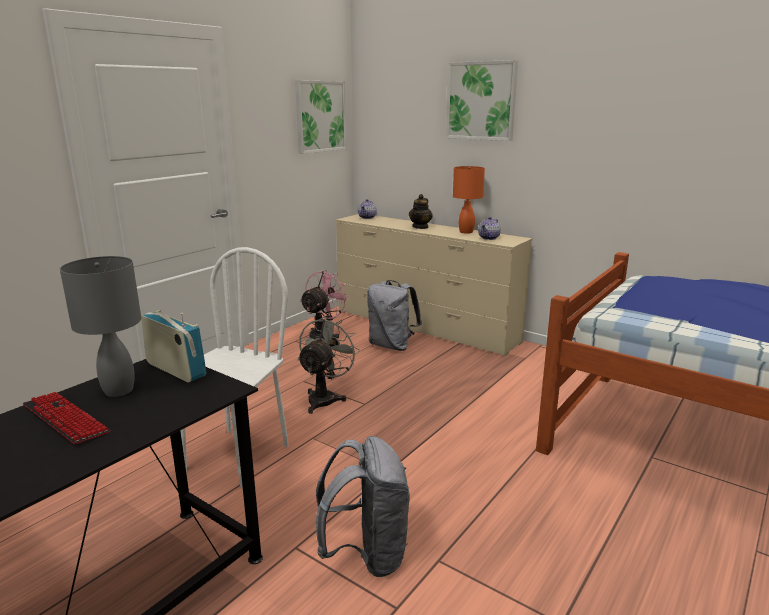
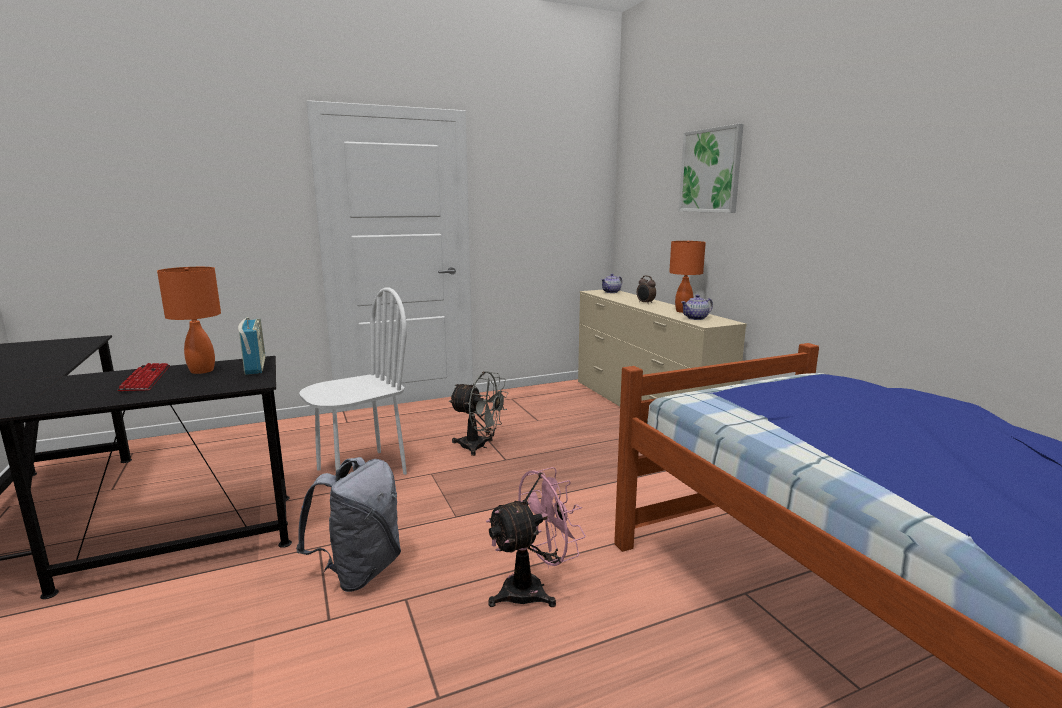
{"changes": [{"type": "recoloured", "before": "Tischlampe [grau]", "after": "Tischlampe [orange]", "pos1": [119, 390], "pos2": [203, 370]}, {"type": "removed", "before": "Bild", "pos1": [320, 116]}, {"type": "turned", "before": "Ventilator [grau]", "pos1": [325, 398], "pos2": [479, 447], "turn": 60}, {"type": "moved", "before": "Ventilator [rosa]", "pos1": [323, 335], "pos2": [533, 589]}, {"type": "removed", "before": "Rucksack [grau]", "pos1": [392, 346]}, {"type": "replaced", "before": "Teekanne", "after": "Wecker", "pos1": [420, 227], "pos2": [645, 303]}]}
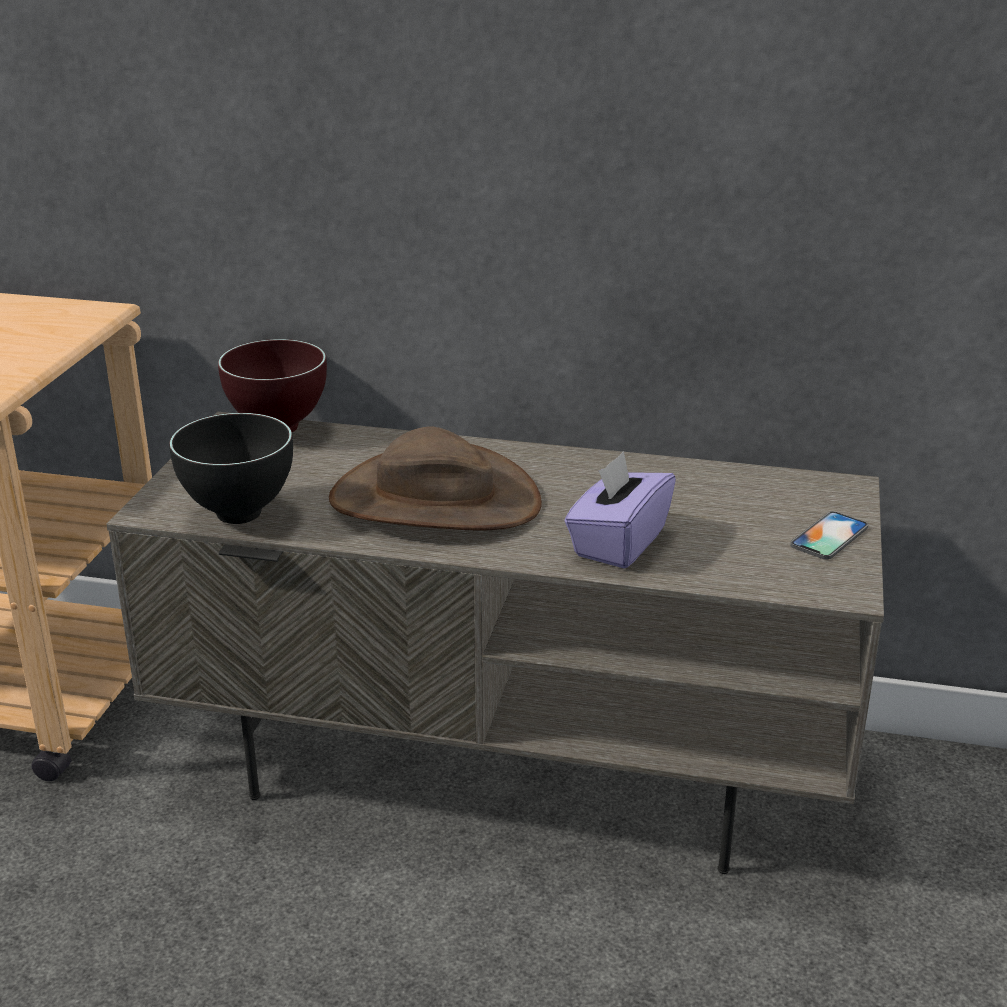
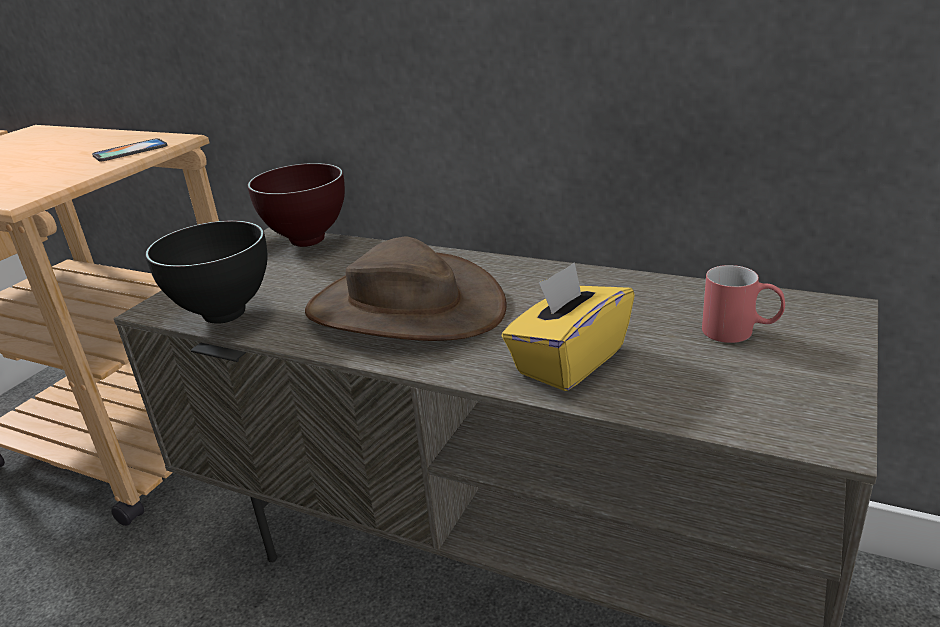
{"changes": [{"type": "recoloured", "before": "Taschentuchbox [lila]", "after": "Taschentuchbox [gelb]", "pos1": [618, 543], "pos2": [568, 361]}, {"type": "moved", "before": "Handy", "pos1": [829, 536], "pos2": [130, 151]}, {"type": "added", "after": "Henkelbecher [rot]", "pos2": [740, 332]}]}
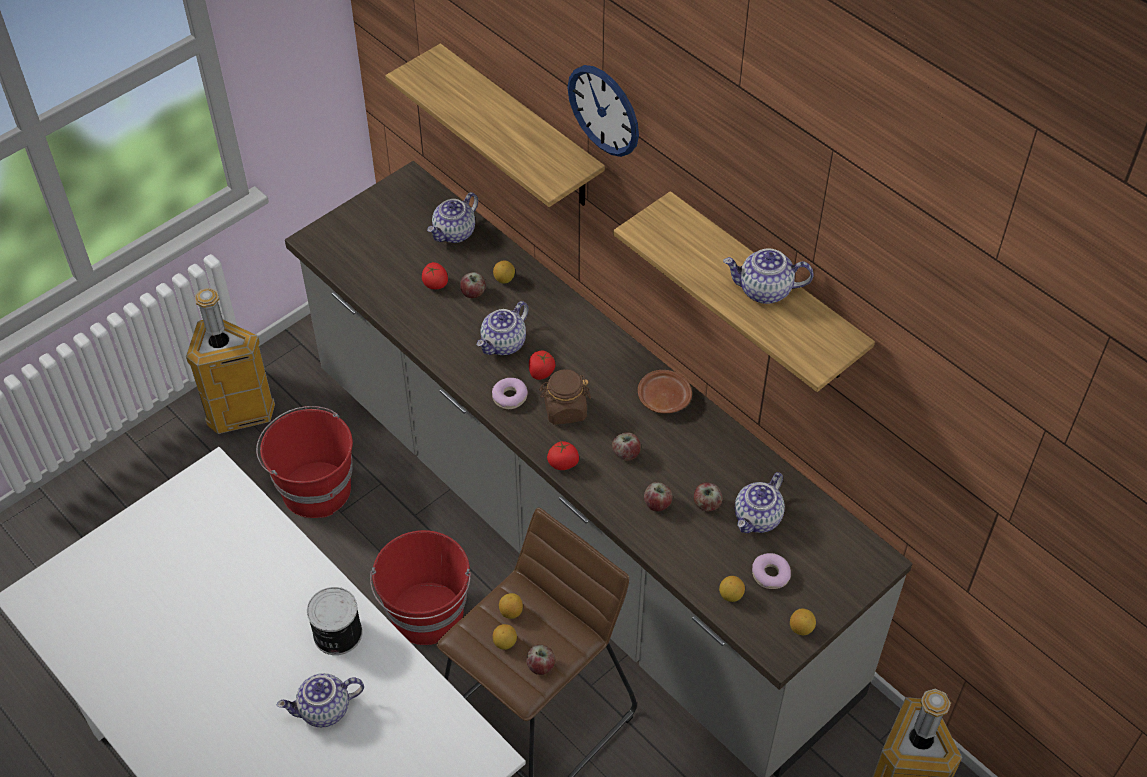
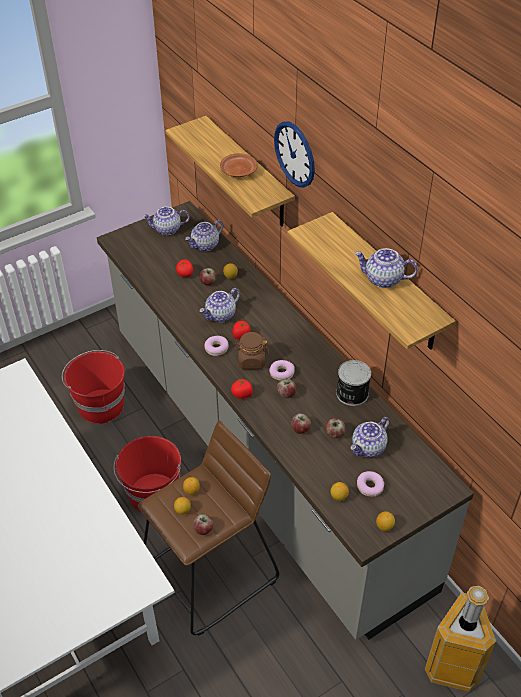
{"changes": [{"type": "removed", "before": "Mülleimer", "pos1": [241, 412]}, {"type": "moved", "before": "Teekanne", "pos1": [324, 710], "pos2": [167, 230]}, {"type": "moved", "before": "Dose", "pos1": [336, 634], "pos2": [351, 394]}, {"type": "moved", "before": "Teller [braun]", "pos1": [663, 398], "pos2": [238, 171]}, {"type": "added", "after": "Donut", "pos2": [281, 373]}]}
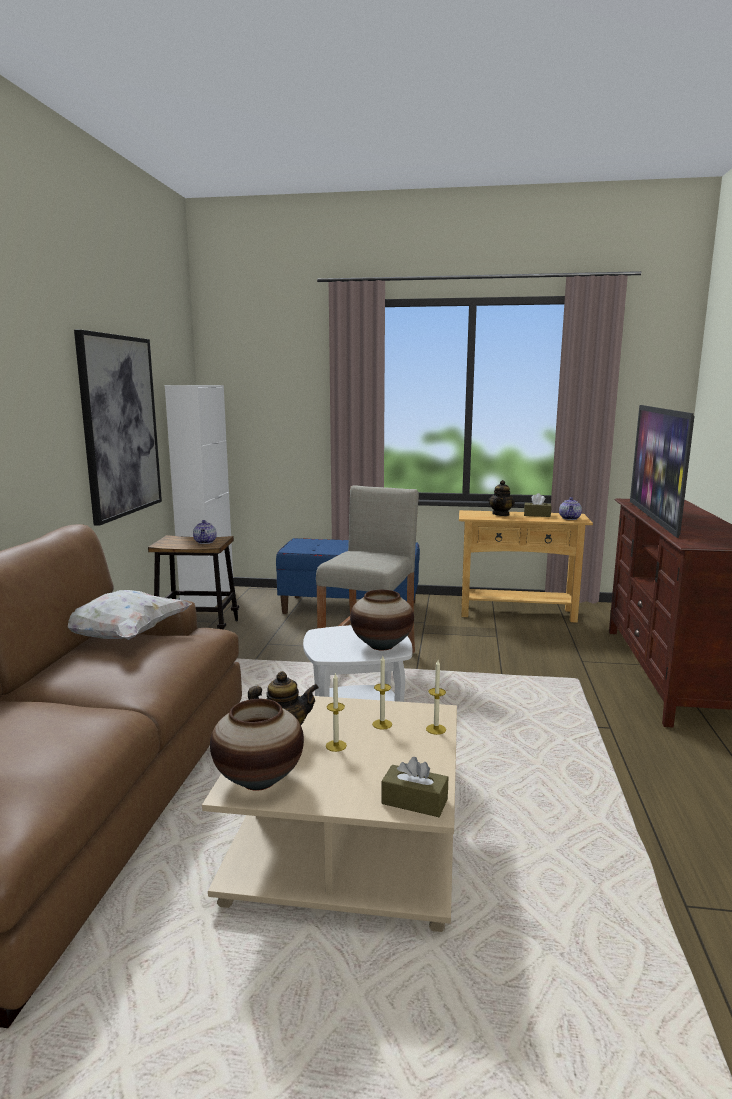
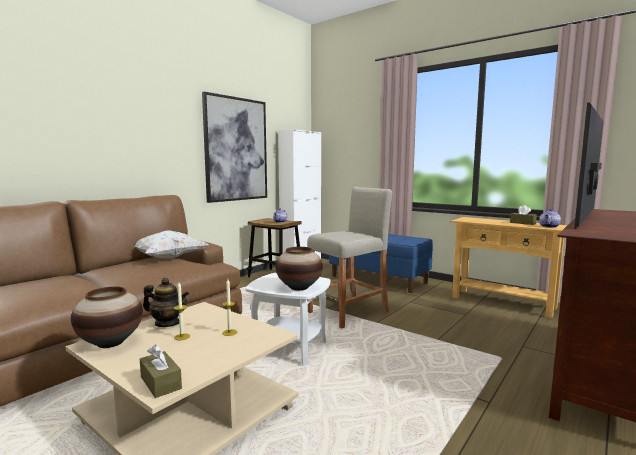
{"changes": [{"type": "removed", "before": "Kerze", "pos1": [436, 729]}, {"type": "removed", "before": "Teekanne", "pos1": [501, 514]}]}
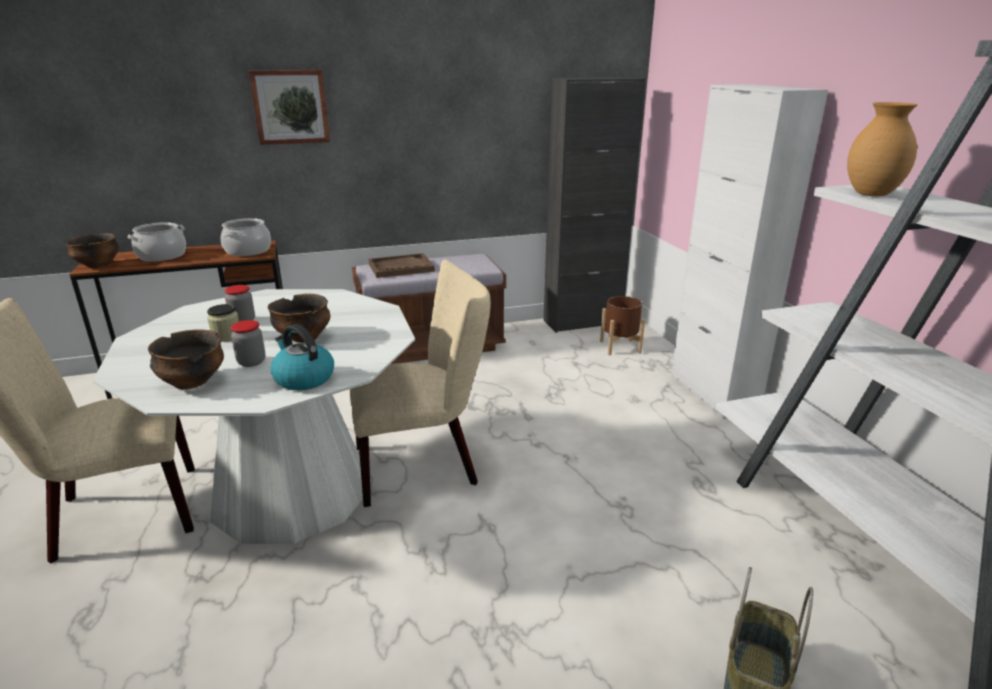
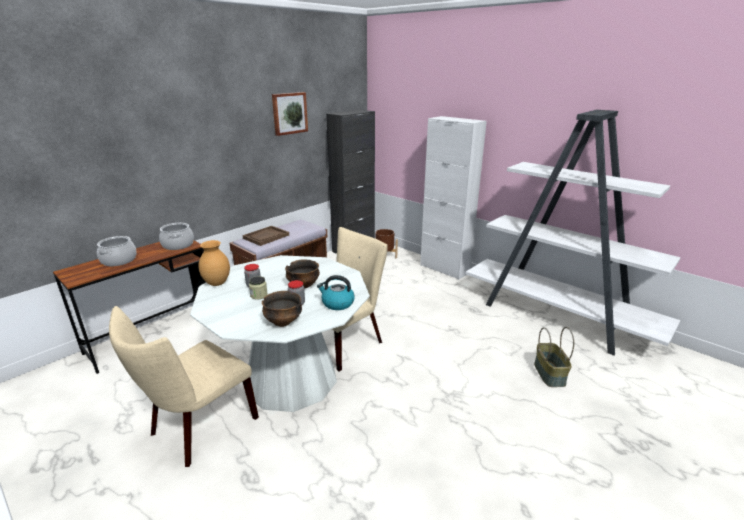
{"changes": [{"type": "removed", "before": "Schüssel", "pos1": [98, 265]}, {"type": "moved", "before": "Bild", "pos1": [290, 107], "pos2": [289, 113]}, {"type": "moved", "before": "Vase [braun]", "pos1": [871, 194], "pos2": [217, 283]}]}
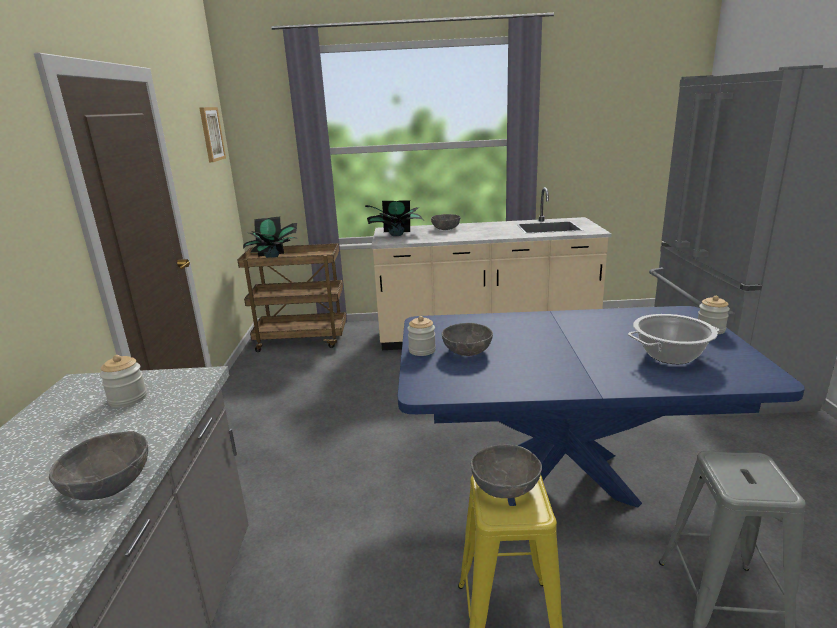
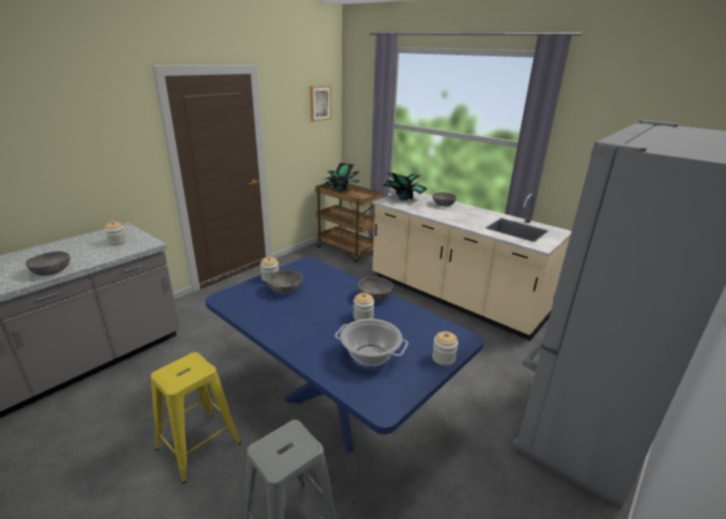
{"changes": [{"type": "moved", "before": "Schüssel [grau]", "pos1": [505, 487], "pos2": [375, 297]}, {"type": "added", "after": "Vorratsglas", "pos2": [363, 317]}]}
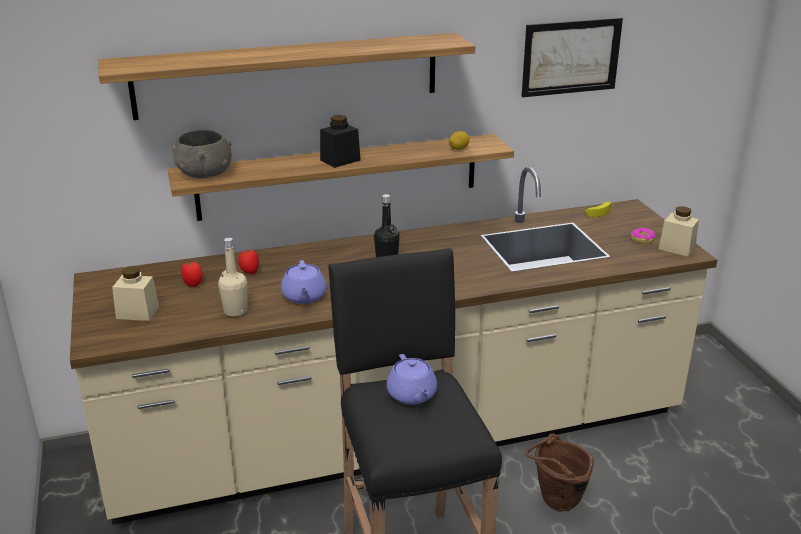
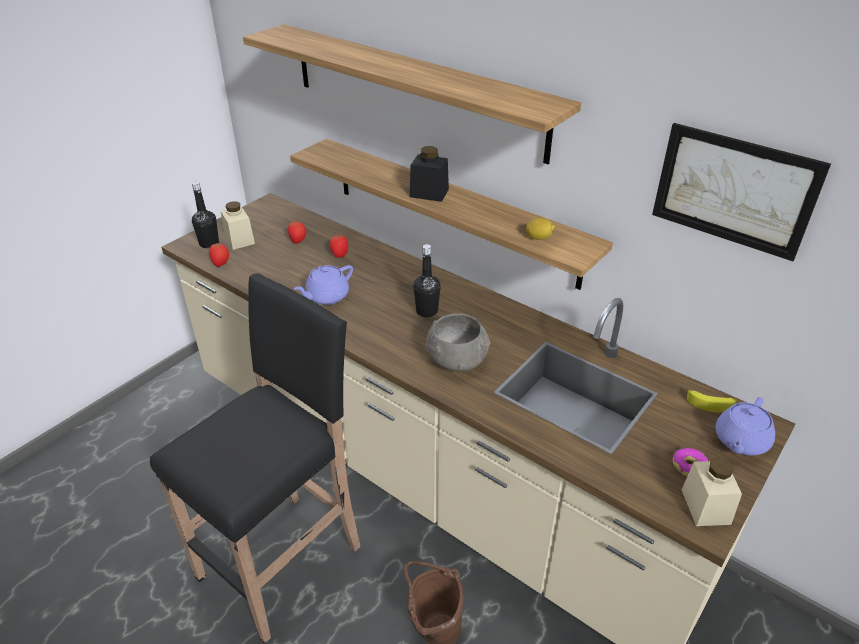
{"changes": [{"type": "moved", "before": "Schüssel [grau]", "pos1": [204, 173], "pos2": [457, 359]}, {"type": "removed", "before": "Flasche [beige]", "pos1": [235, 311]}, {"type": "moved", "before": "Teekanne [lila]", "pos1": [412, 395], "pos2": [740, 441]}, {"type": "added", "after": "Flasche [schwarz]", "pos2": [209, 243]}, {"type": "added", "after": "Tomate", "pos2": [221, 264]}]}
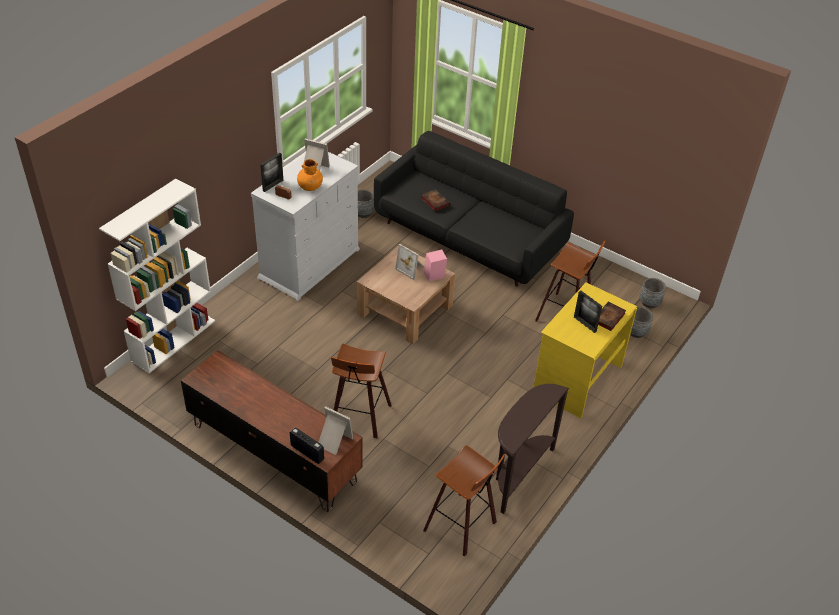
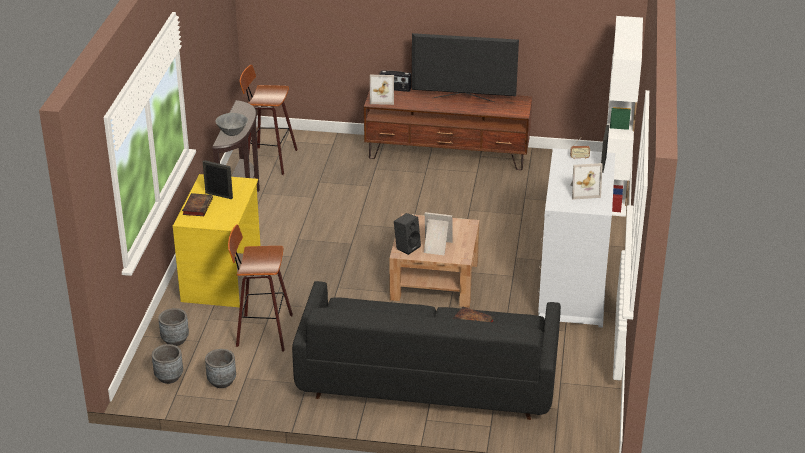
{"changes": [{"type": "removed", "before": "Vase [orange]", "pos1": [310, 187]}, {"type": "removed", "before": "Hocker", "pos1": [359, 418]}, {"type": "moved", "before": "Pflanzkübel [grau]", "pos1": [363, 213], "pos2": [222, 381]}, {"type": "recoloured", "before": "Lautsprecher [rosa]", "after": "Lautsprecher [schwarz]", "pos1": [434, 277], "pos2": [407, 247]}, {"type": "added", "after": "Schüssel [grau]", "pos2": [232, 133]}, {"type": "added", "after": "Fernseher", "pos2": [463, 99]}]}
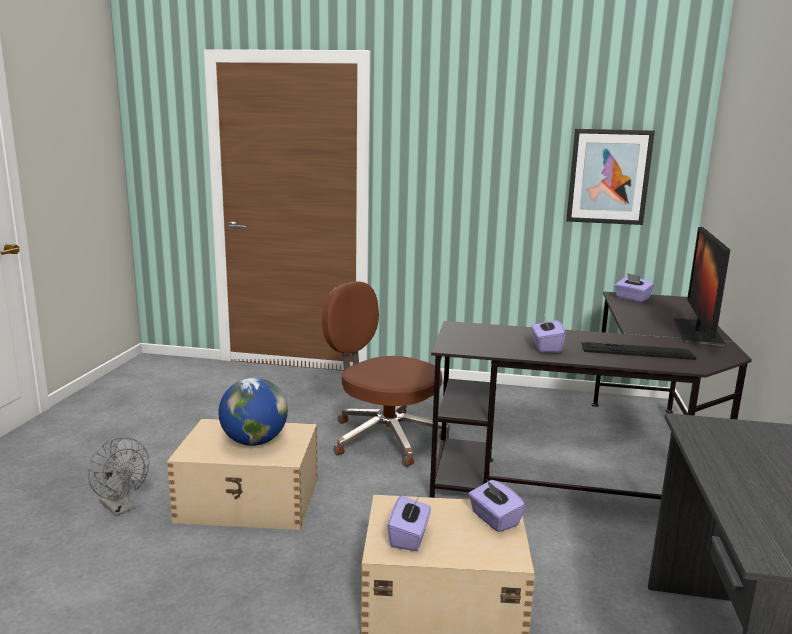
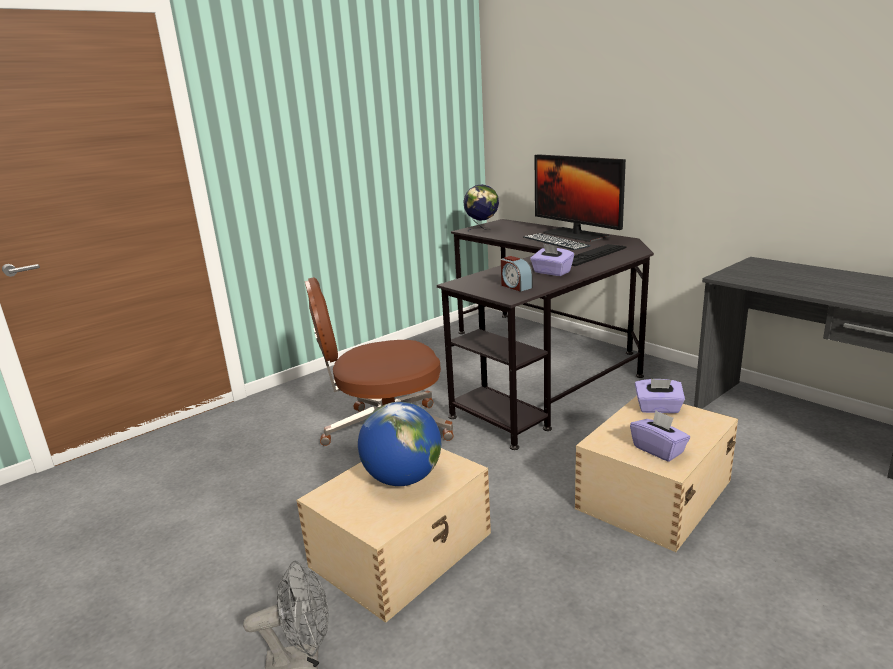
{"changes": [{"type": "removed", "before": "Bild", "pos1": [608, 177]}, {"type": "replaced", "before": "Taschentuchbox [lila]", "after": "Globus", "pos1": [632, 299], "pos2": [482, 229]}, {"type": "added", "after": "Wecker", "pos2": [516, 286]}, {"type": "added", "after": "Tastatur", "pos2": [555, 241]}]}
